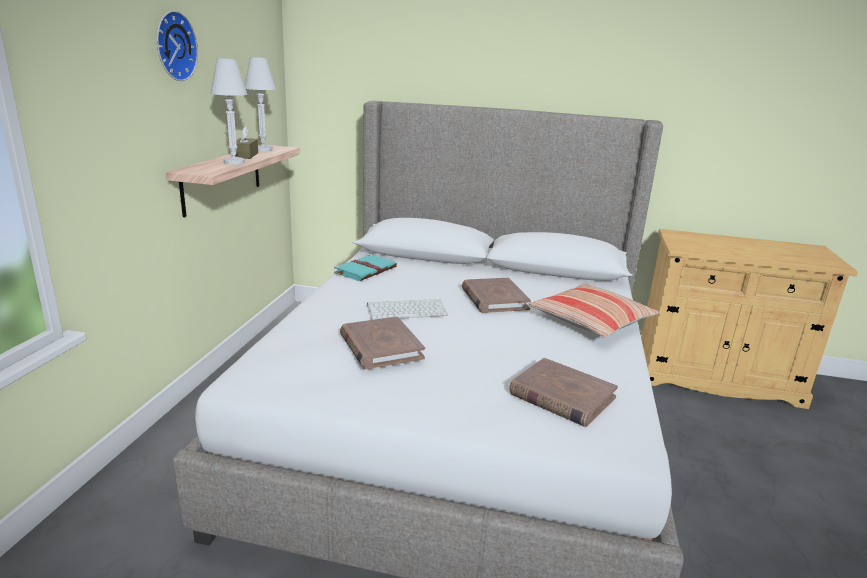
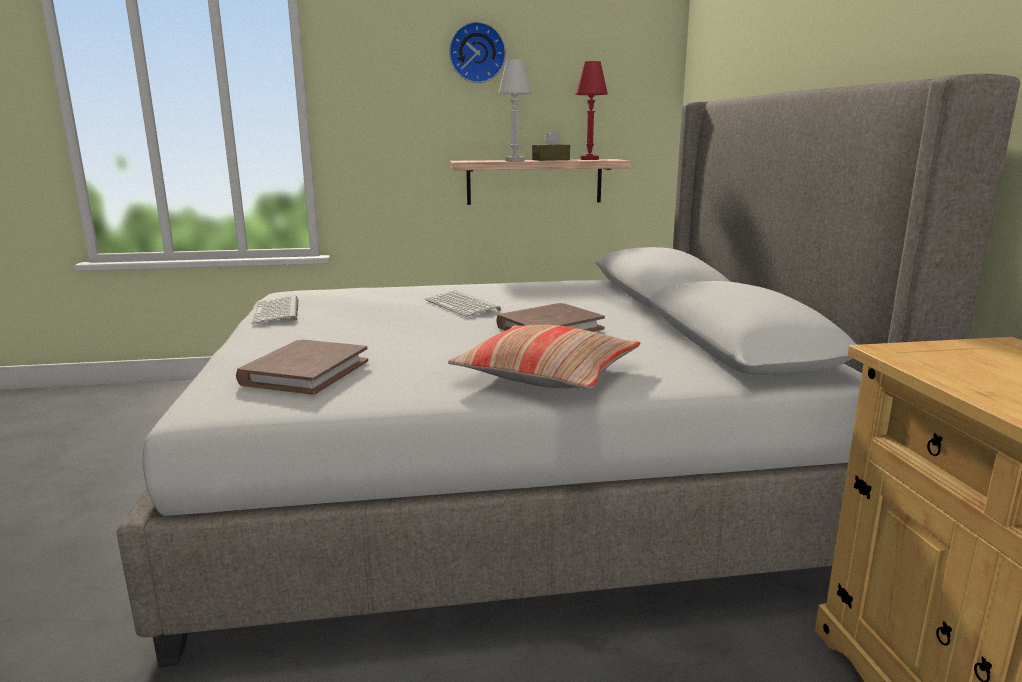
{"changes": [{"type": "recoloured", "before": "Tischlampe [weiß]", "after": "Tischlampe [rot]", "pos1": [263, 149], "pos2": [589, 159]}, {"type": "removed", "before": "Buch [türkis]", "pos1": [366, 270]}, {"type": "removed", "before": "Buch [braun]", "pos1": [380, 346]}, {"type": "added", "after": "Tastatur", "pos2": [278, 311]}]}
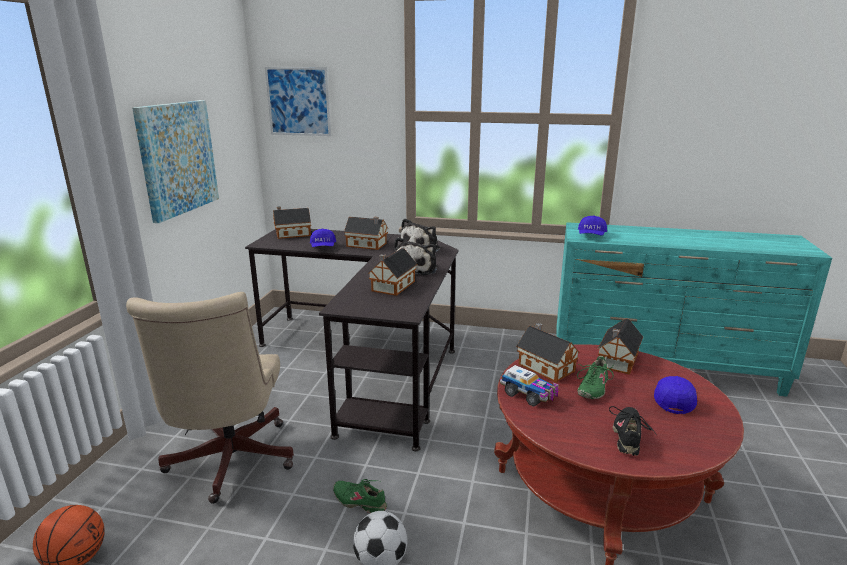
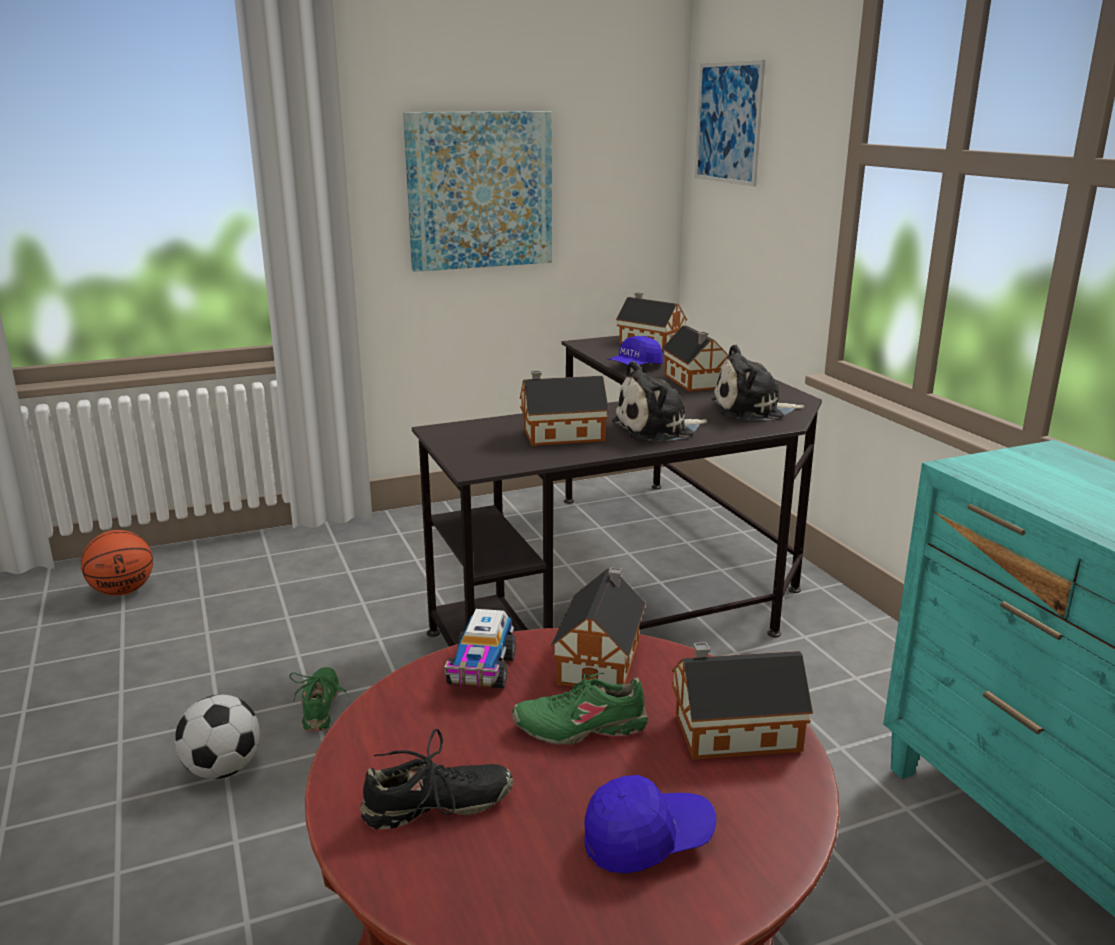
{"changes": [{"type": "removed", "before": "Bürostuhl [beige]", "pos1": [228, 464]}, {"type": "removed", "before": "Kappe [blau]", "pos1": [591, 235]}]}
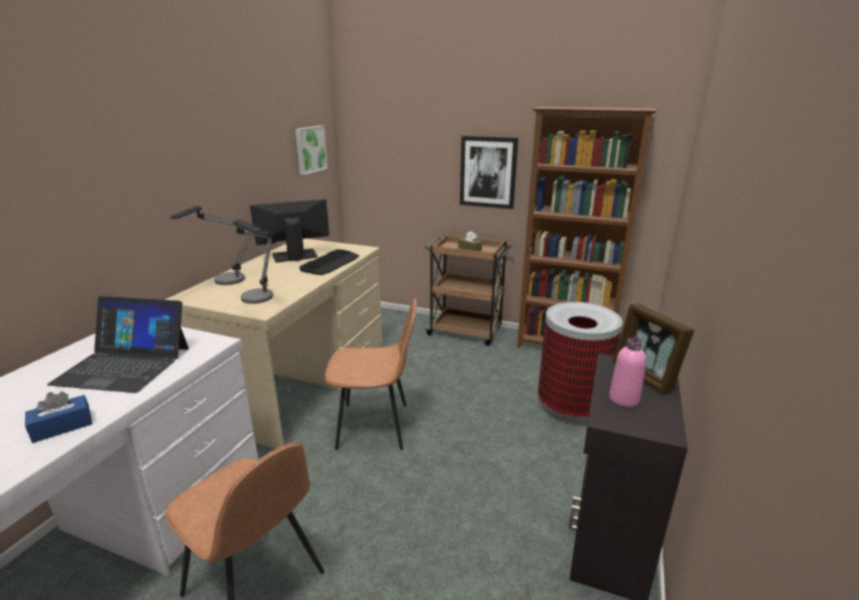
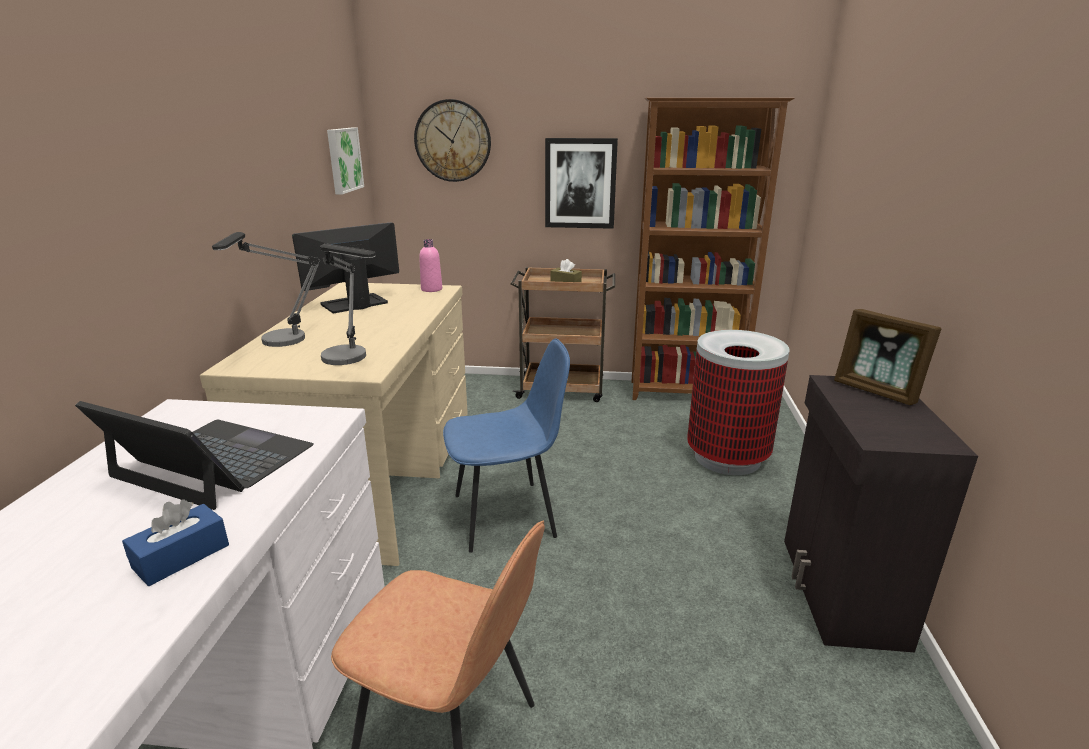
{"changes": [{"type": "turned", "before": "Laptop", "pos1": [124, 365], "pos2": [212, 462], "turn": -150}, {"type": "removed", "before": "Tastatur", "pos1": [330, 263]}, {"type": "recoloured", "before": "Stuhl [braun]", "after": "Stuhl [blau]", "pos1": [375, 426], "pos2": [507, 515]}, {"type": "moved", "before": "Flasche [rosa]", "pos1": [624, 399], "pos2": [431, 289]}, {"type": "added", "after": "Wanduhr", "pos2": [453, 141]}]}
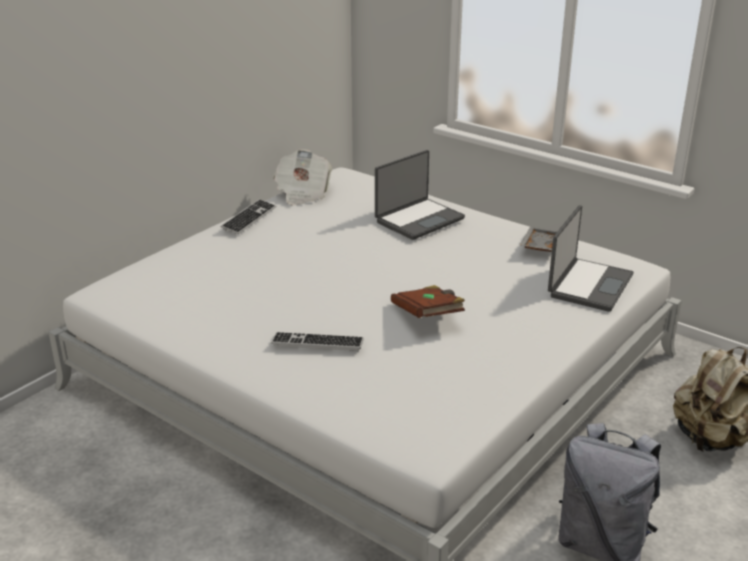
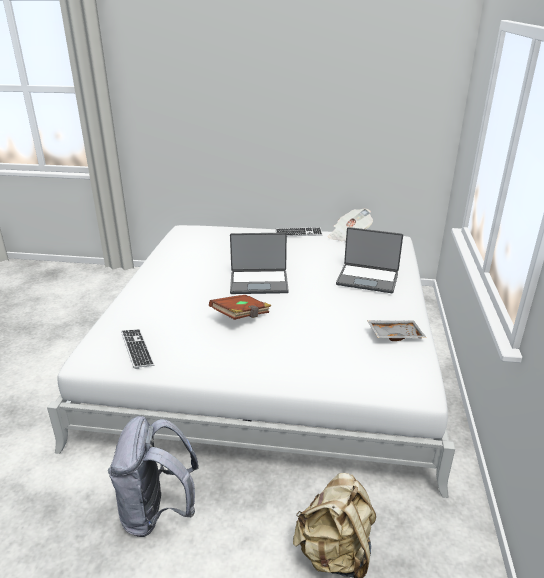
{"changes": [{"type": "moved", "before": "Tastatur", "pos1": [317, 343], "pos2": [137, 349]}, {"type": "moved", "before": "Laptop", "pos1": [588, 285], "pos2": [259, 282]}]}
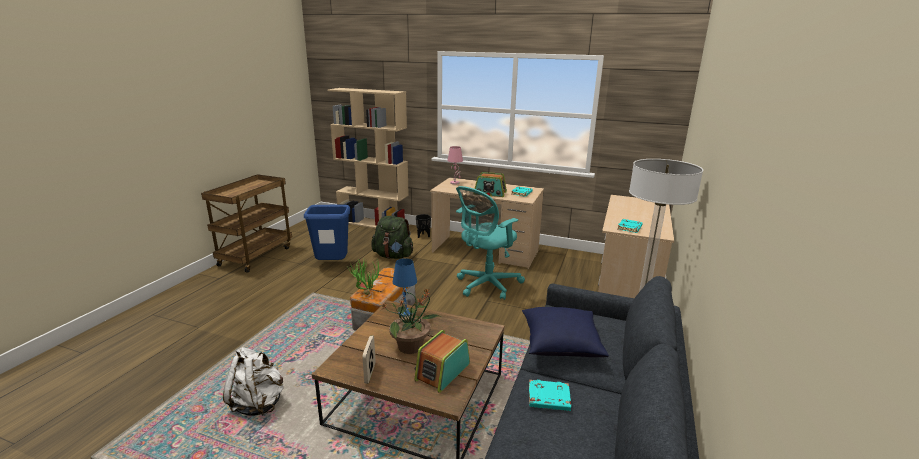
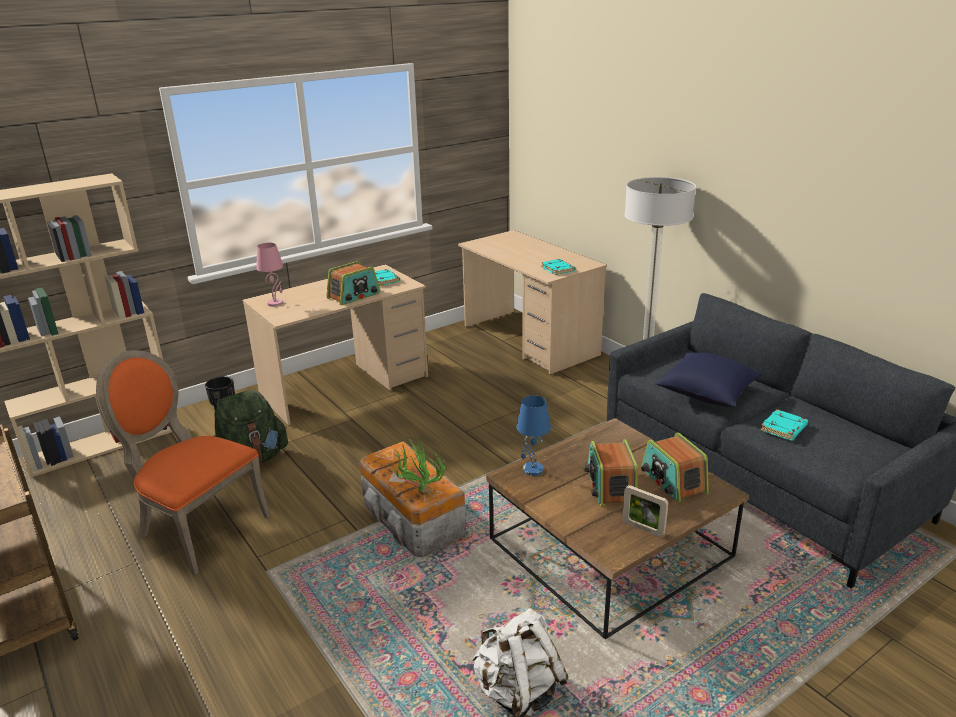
{"changes": [{"type": "replaced", "before": "Mülleimer [blau]", "after": "Stuhl [orange]", "pos1": [332, 265], "pos2": [197, 527]}, {"type": "replaced", "before": "Topfpflanze", "after": "Radio", "pos1": [411, 346], "pos2": [610, 486]}, {"type": "removed", "before": "Bürostuhl [türkis]", "pos1": [486, 285]}]}
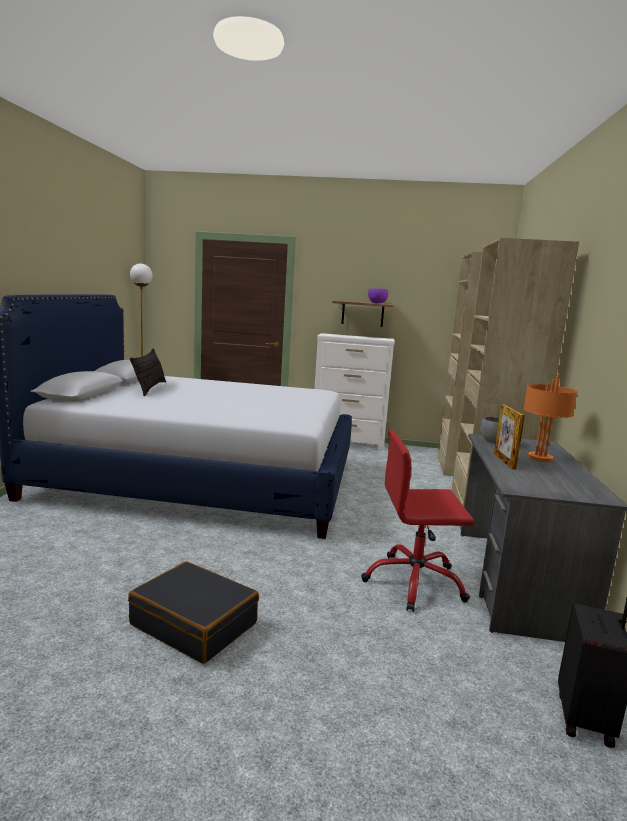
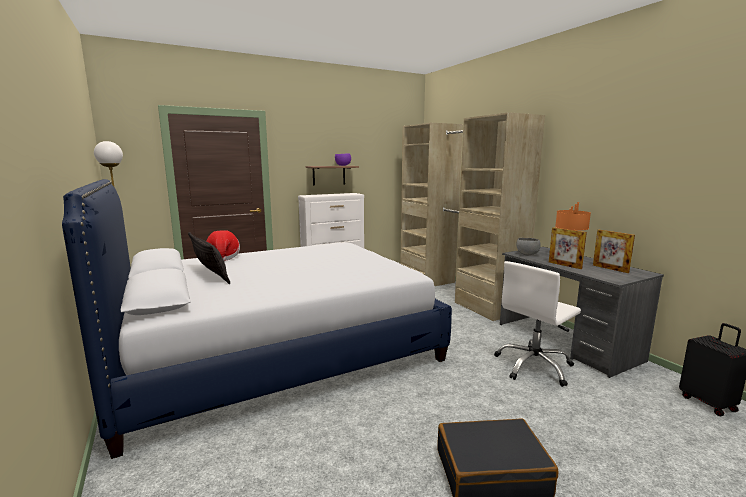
{"changes": [{"type": "recoloured", "before": "Bürostuhl [rot]", "after": "Bürostuhl [weiß]", "pos1": [414, 582], "pos2": [534, 366]}, {"type": "added", "after": "Hut", "pos2": [223, 257]}, {"type": "added", "after": "Bilderrahmen", "pos2": [610, 269]}]}
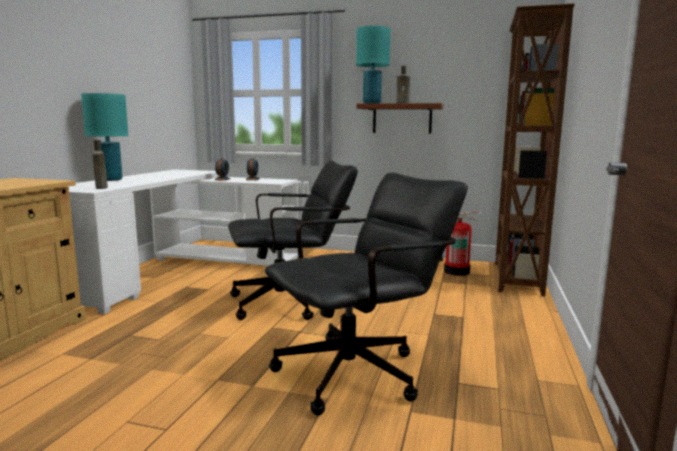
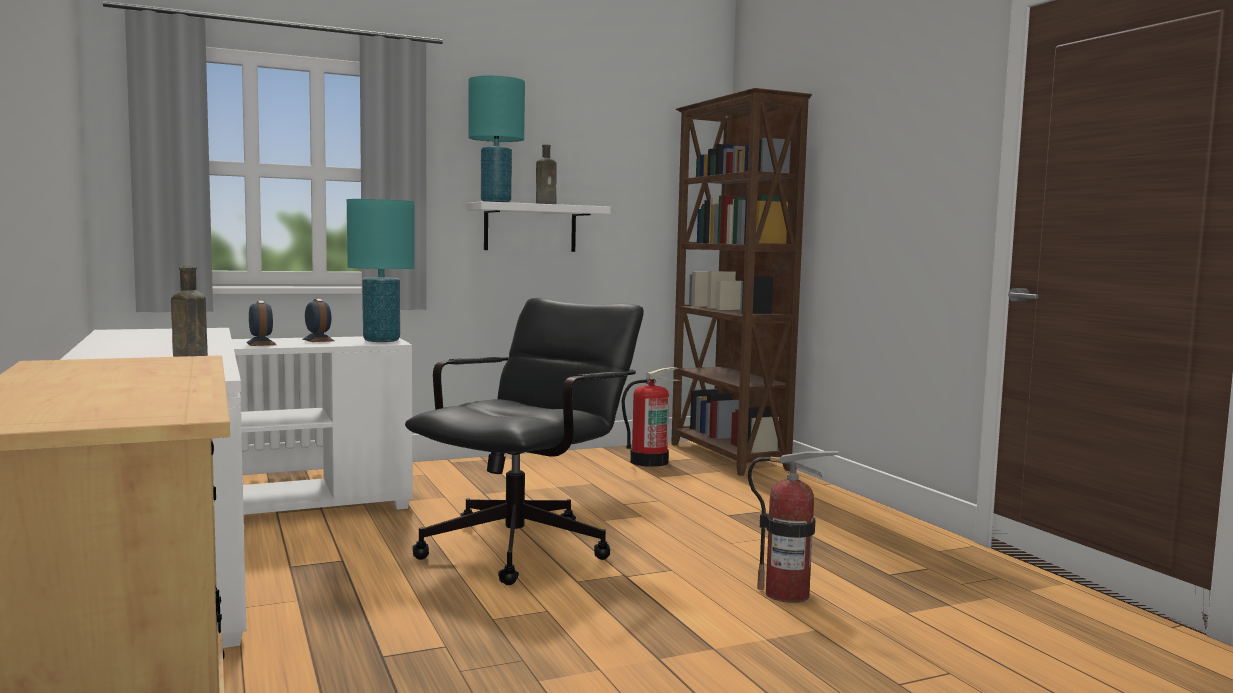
{"changes": [{"type": "moved", "before": "Tischlampe [türkis]", "pos1": [110, 180], "pos2": [381, 341]}, {"type": "replaced", "before": "Bürostuhl [schwarz]", "after": "Feuerlöscher", "pos1": [360, 371], "pos2": [787, 594]}, {"type": "recoloured", "before": "Wandregal [braun]", "after": "Wandregal [weiß]", "pos1": [402, 119], "pos2": [530, 228]}]}
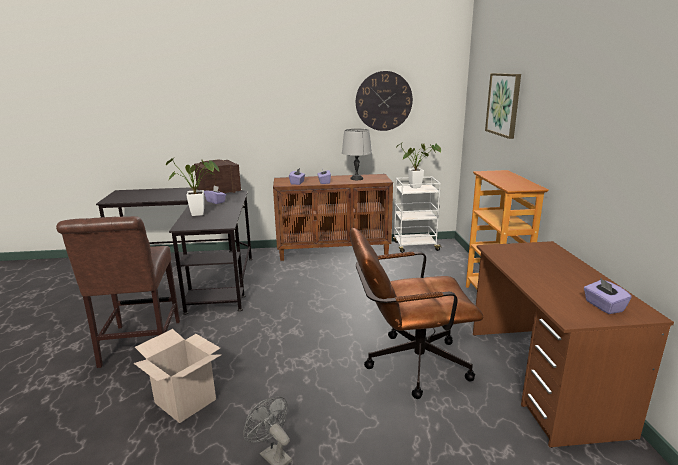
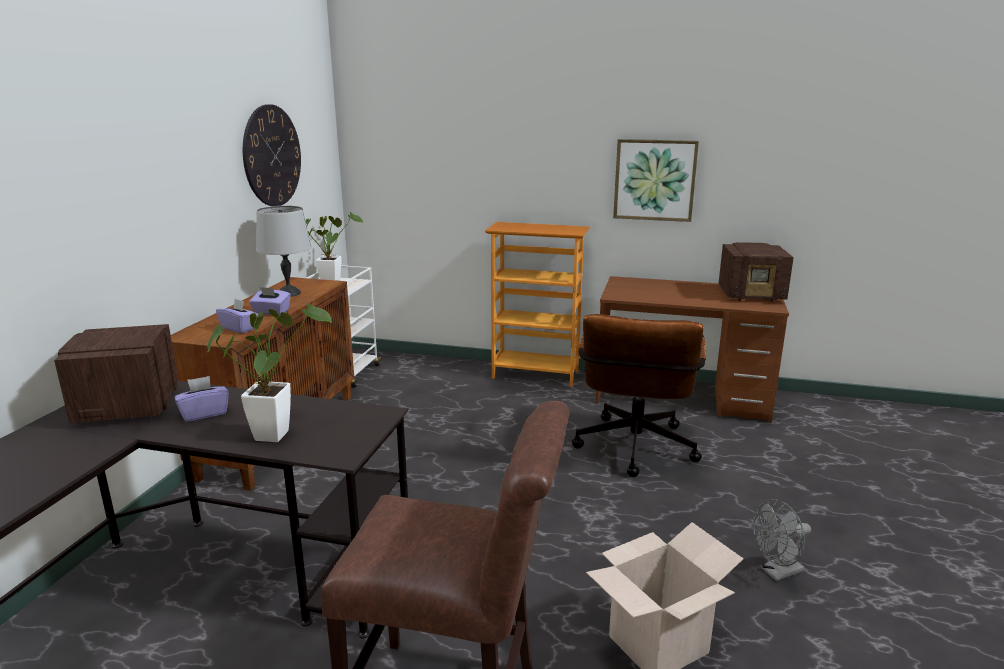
{"changes": [{"type": "moved", "before": "Bild", "pos1": [503, 104], "pos2": [654, 180]}, {"type": "replaced", "before": "Taschentuchbox [lila]", "after": "Radio", "pos1": [603, 306], "pos2": [752, 295]}]}
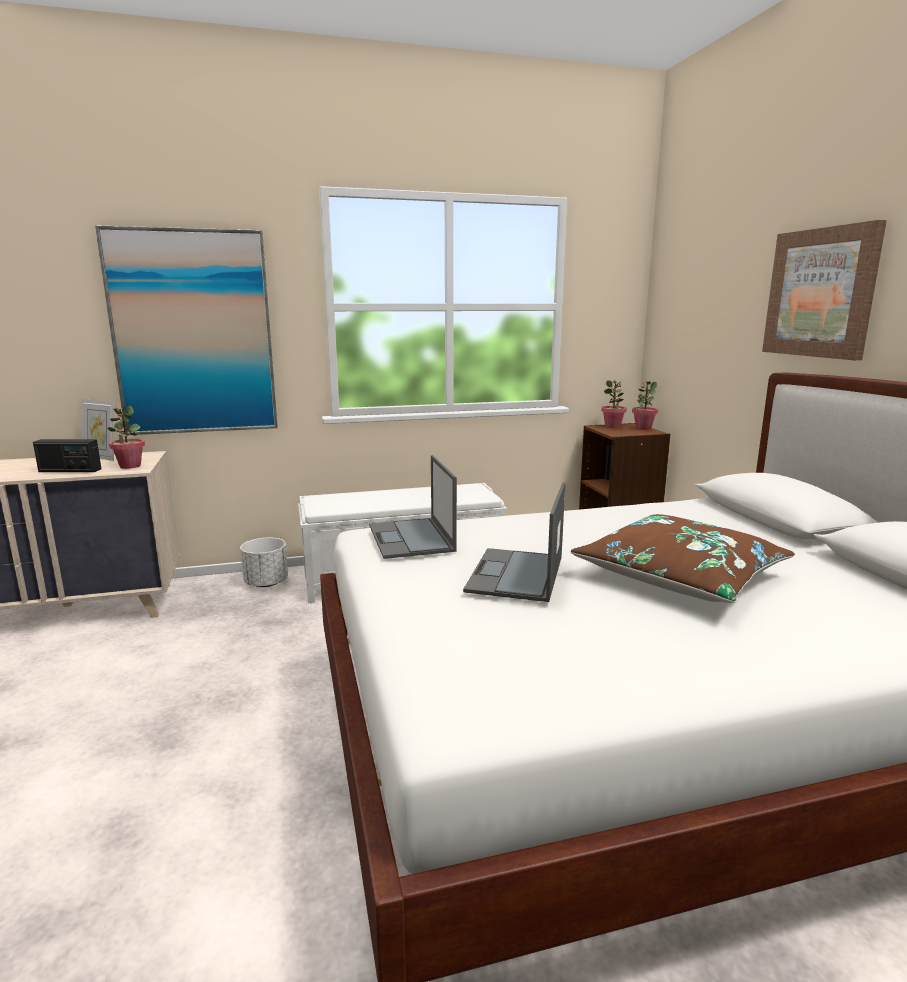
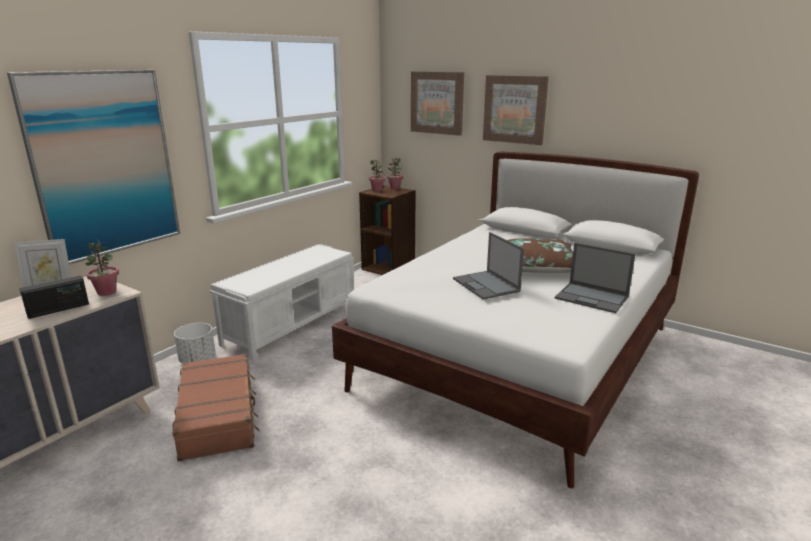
{"changes": [{"type": "moved", "before": "Laptop", "pos1": [411, 538], "pos2": [592, 298]}, {"type": "added", "after": "Koffer [braun]", "pos2": [218, 415]}, {"type": "added", "after": "Bild", "pos2": [437, 103]}]}
